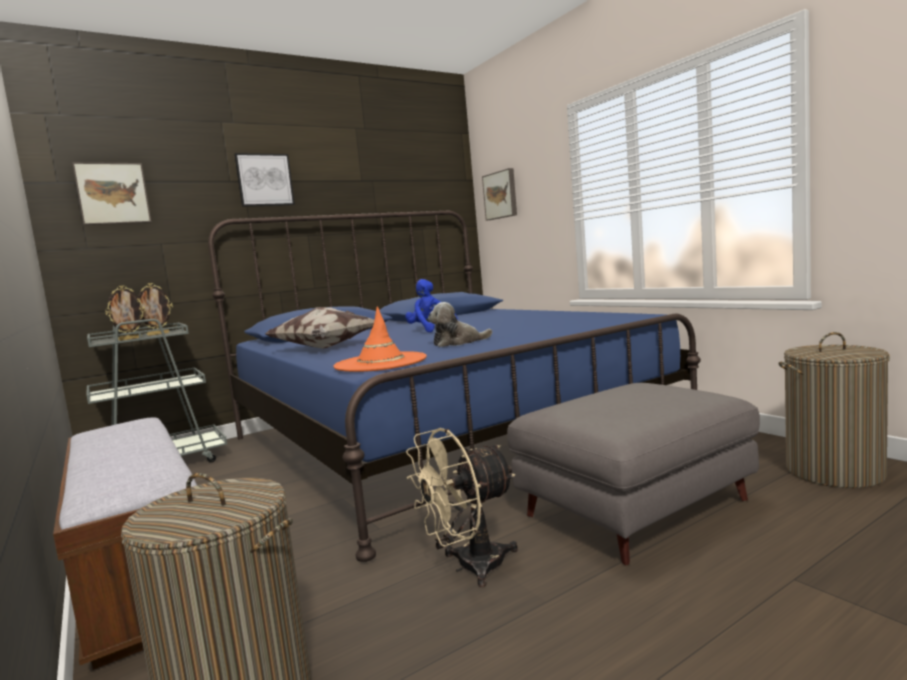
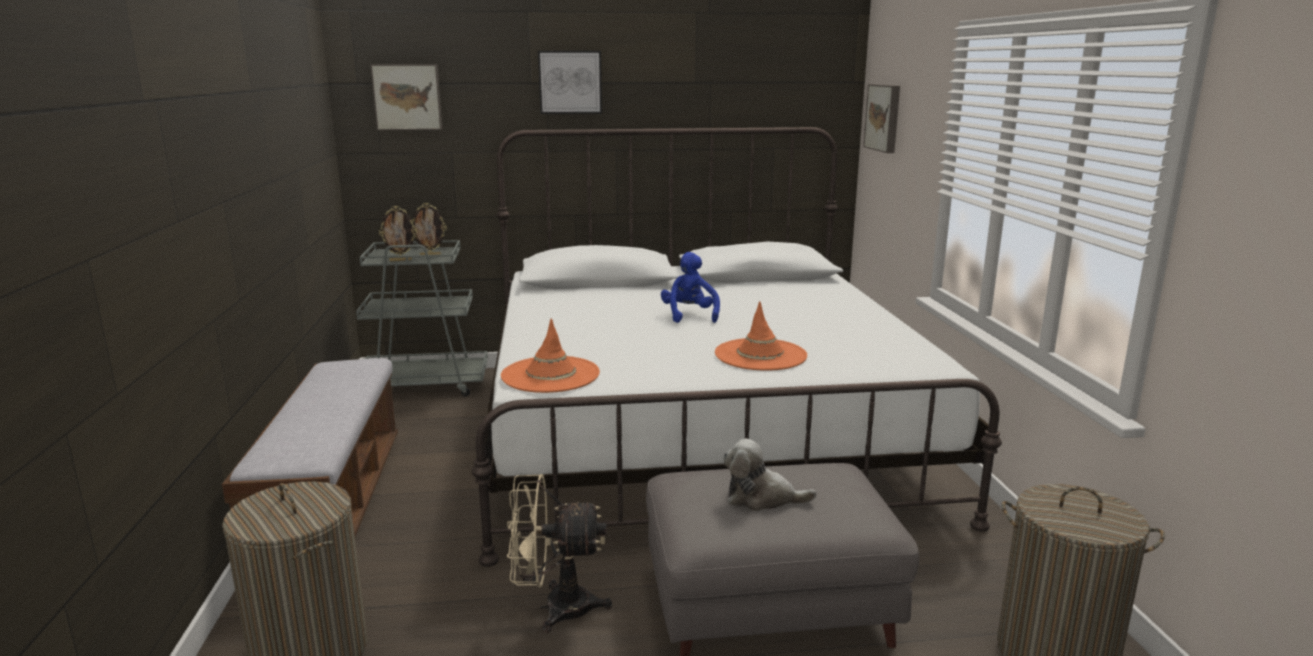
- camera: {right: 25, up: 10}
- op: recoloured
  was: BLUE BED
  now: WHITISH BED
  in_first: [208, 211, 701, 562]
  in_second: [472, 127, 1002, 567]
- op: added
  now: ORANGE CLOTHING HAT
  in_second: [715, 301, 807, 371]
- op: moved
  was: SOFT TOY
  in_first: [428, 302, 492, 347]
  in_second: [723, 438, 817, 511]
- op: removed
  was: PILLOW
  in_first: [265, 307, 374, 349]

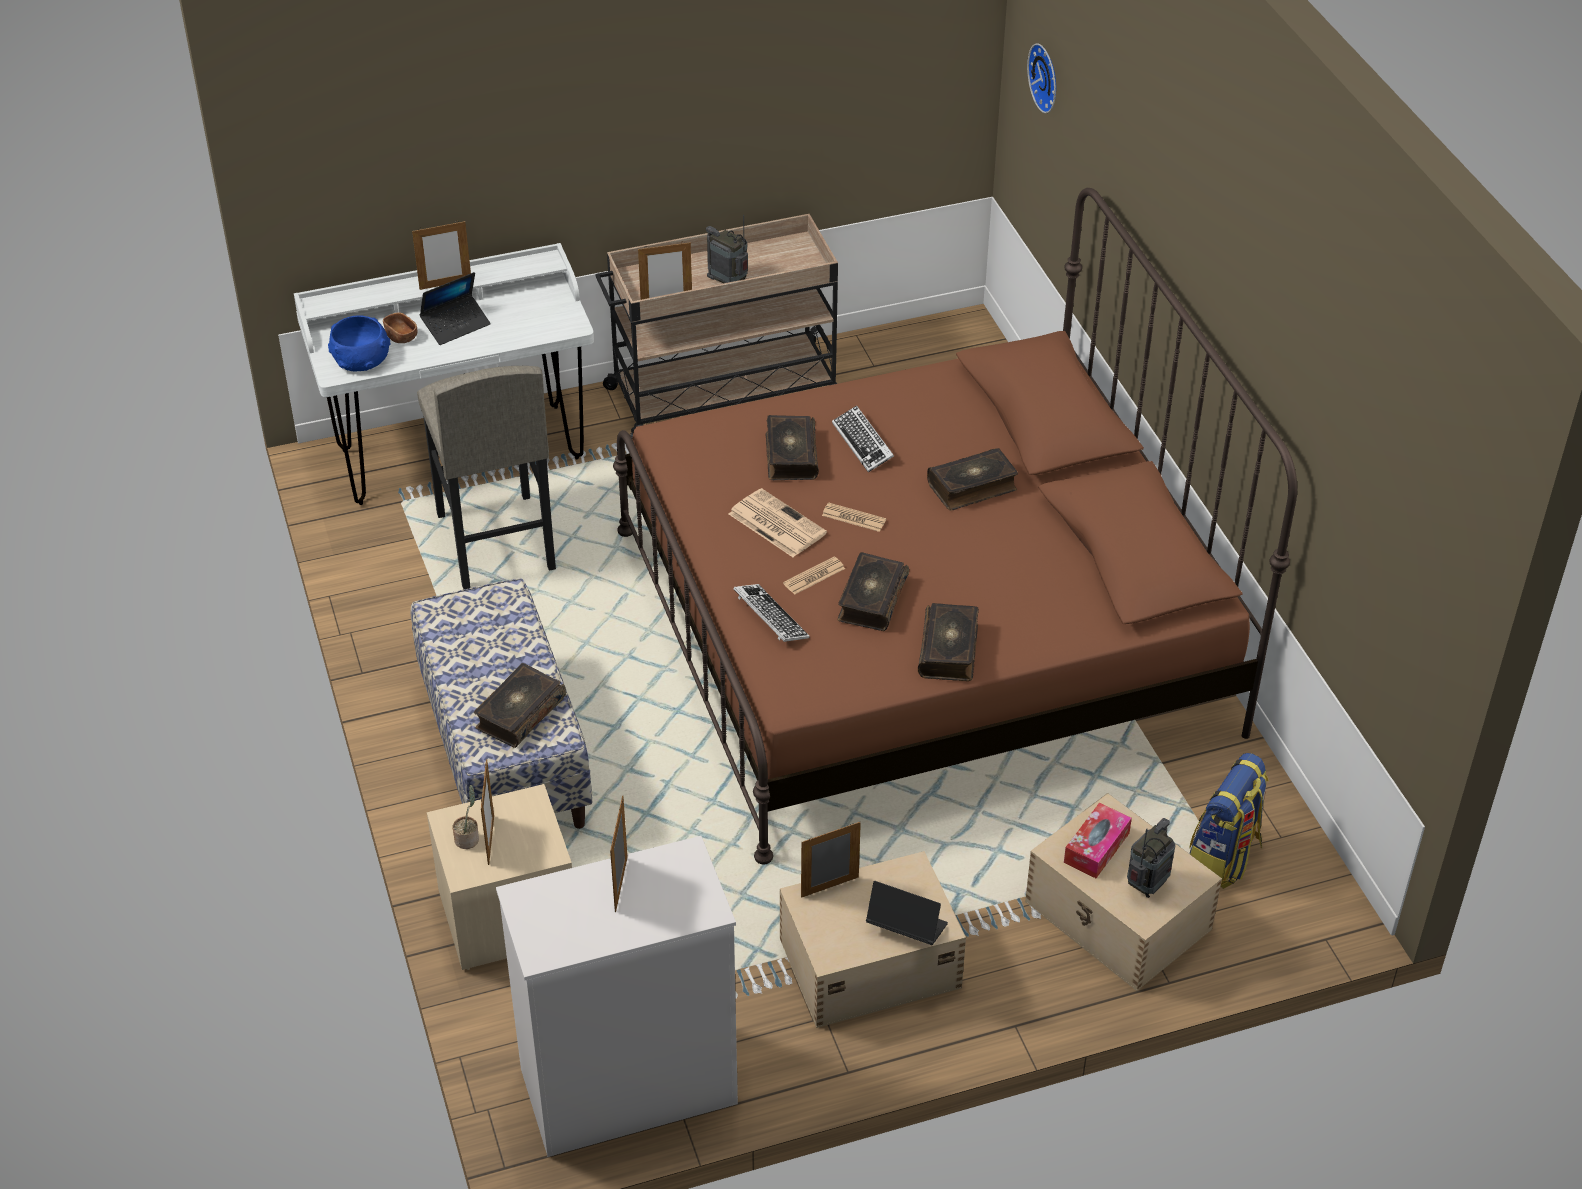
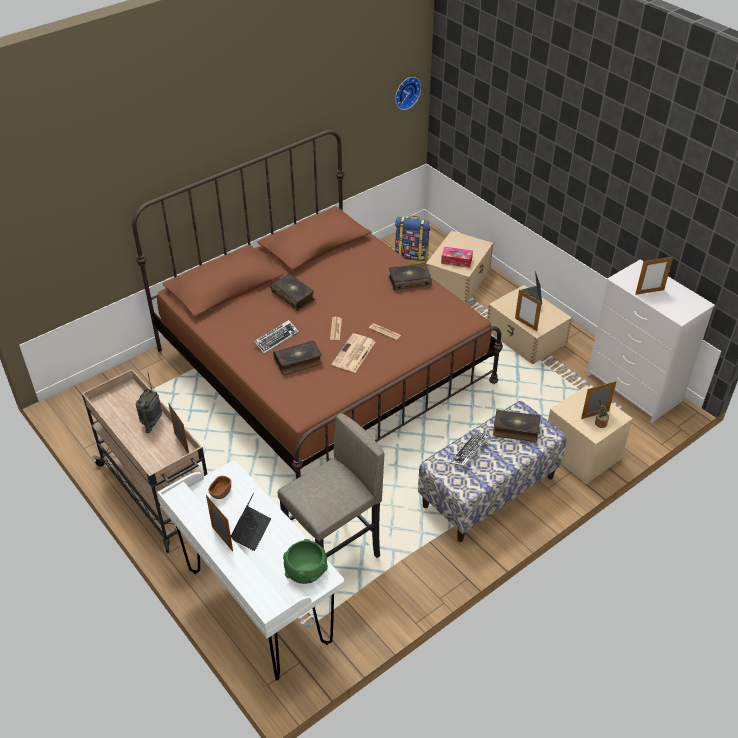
- camera: {right: -110, up: 0}
- op: moved
  was: BROWNISH BOWL
  in_first: [383, 312, 417, 343]
  in_second: [208, 476, 231, 499]
- op: turned
  was: LAPTOP
  in_first: [420, 272, 491, 345]
  in_second: [231, 493, 271, 551]
  clockwise: 75
- op: recoloured
  was: BLUE BOWL
  now: GREEN-COLOURED BOWL
  in_first: [328, 315, 390, 371]
  in_second: [283, 539, 328, 584]
- op: moved
  was: HANGING CLOCK
  in_first: [1027, 43, 1056, 113]
  in_second: [395, 77, 421, 110]
- op: moved
  was: KEYBOARD
  in_first: [733, 584, 810, 642]
  in_second: [449, 432, 490, 467]
- op: removed
  was: BOOK
  in_first: [838, 552, 909, 631]
- op: removed
  was: RADIO
  in_first: [1127, 818, 1176, 898]

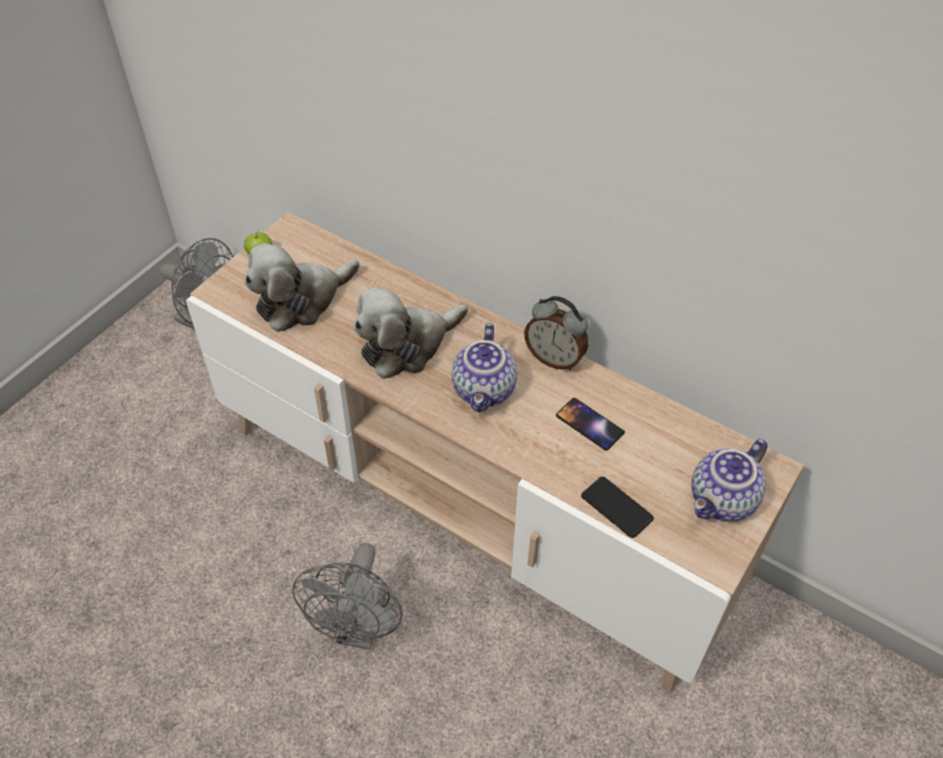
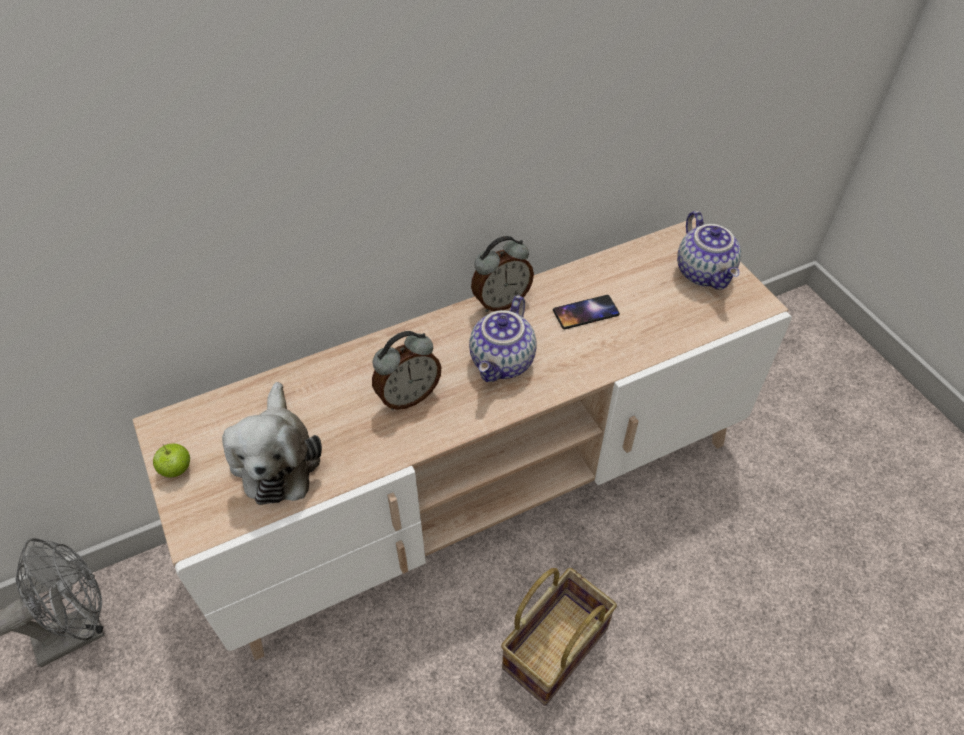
- camera: {right: -60, up: 0}
- op: replaced
  was: SOFT TOY
  now: ALARM CLOCK
  in_first: [353, 287, 468, 379]
  in_second: [372, 331, 441, 410]
- op: turned
  was: TEA POT
  in_first: [452, 323, 517, 412]
  in_second: [469, 295, 536, 382]
  clockwise: 75
- op: replaced
  was: GRAY ELECTRIC FAN
  now: BASKET
  in_first: [292, 543, 403, 650]
  in_second: [501, 568, 617, 706]
- op: removed
  was: HANDSET
  in_first: [581, 477, 654, 538]

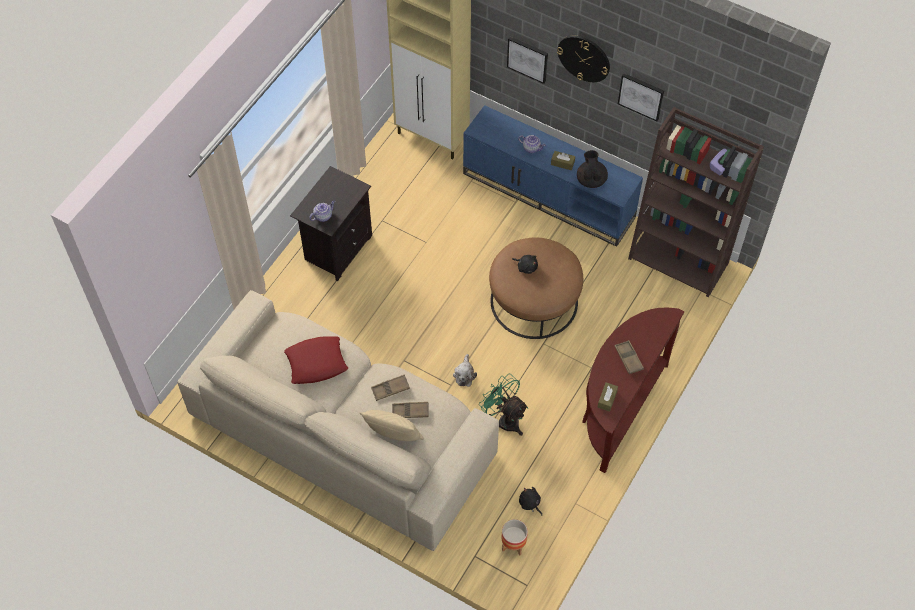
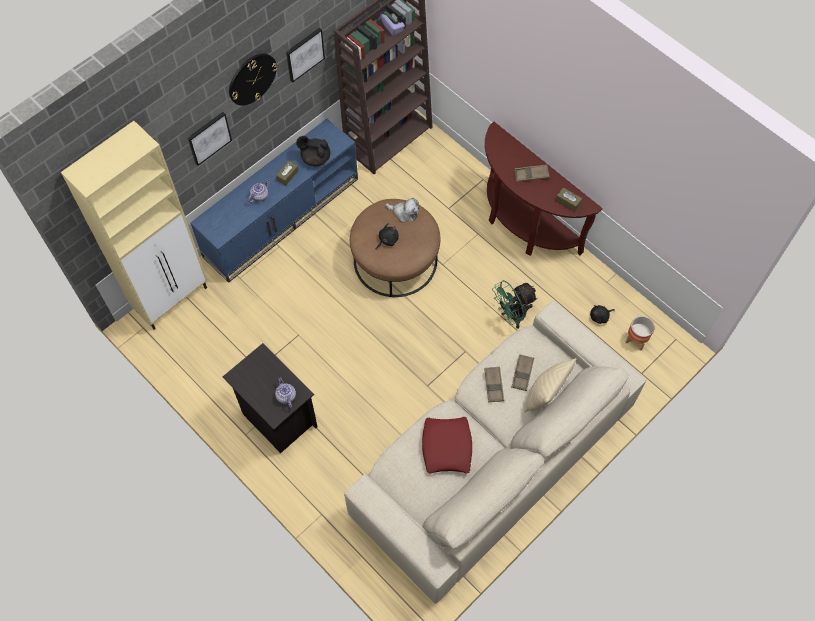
- camera: {right: -75, up: 5}
- op: moved
  was: SOFT TOY
  in_first: [453, 354, 477, 387]
  in_second: [386, 198, 419, 223]

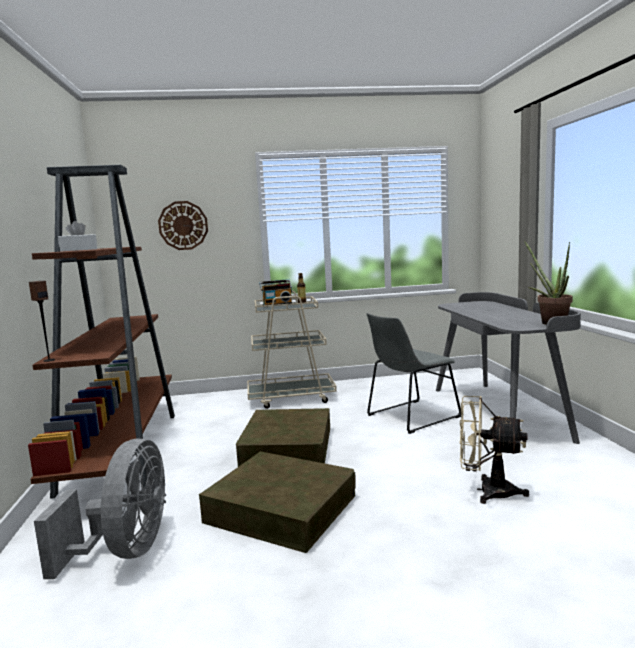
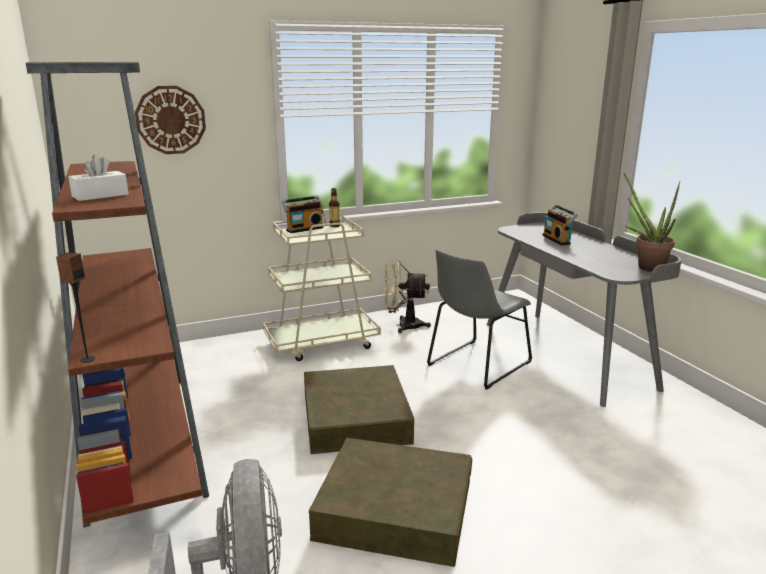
- camera: {right: -15, up: 10}
- op: moved
  was: BEIGE-COLOURED ELECTRIC FAN
  in_first: [459, 396, 529, 504]
  in_second: [384, 259, 431, 333]
- op: added
  now: RADIO
  in_second: [543, 205, 578, 245]

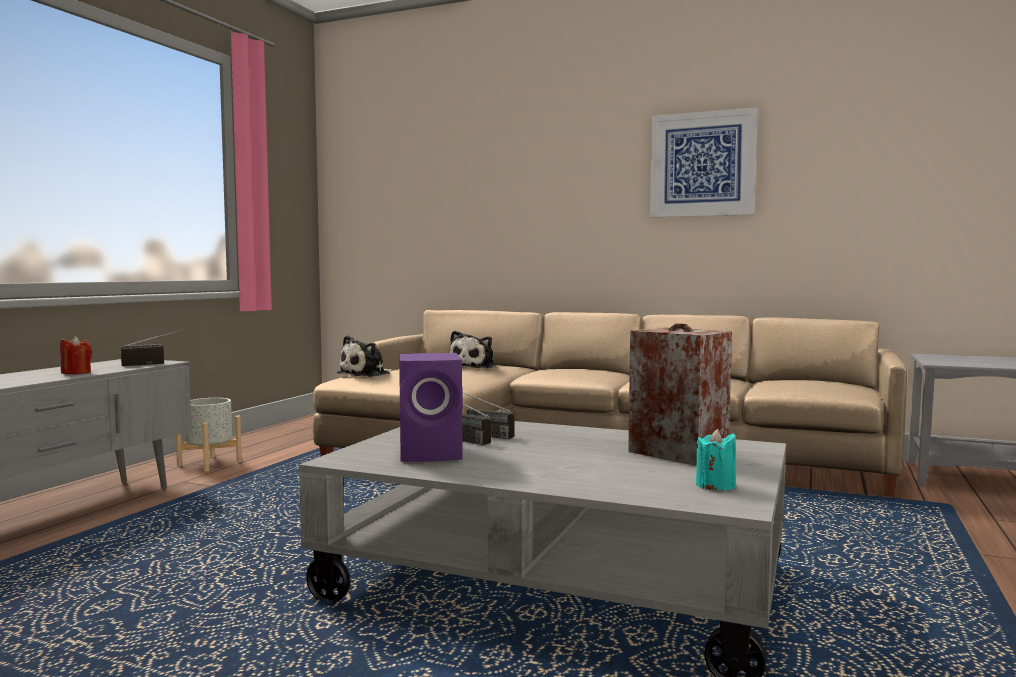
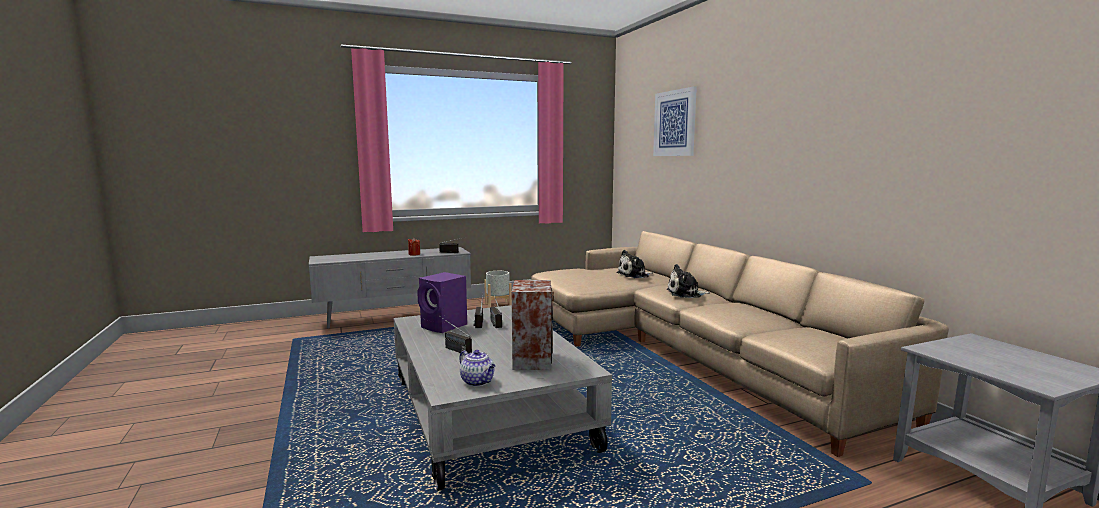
- camera: {right: 45, up: 5}
- op: added
  now: RADIO
  in_second: [441, 317, 472, 354]
- op: replaced
  was: BLUE-GREEN WAX LIGHT
  now: TEA POT
  in_first: [696, 429, 736, 490]
  in_second: [459, 350, 496, 386]
- op: moved
  was: WALL PICTURE
  in_first: [650, 107, 758, 217]
  in_second: [653, 86, 697, 156]
- op: moved
  was: SOFT TOY
  in_first: [337, 335, 393, 377]
  in_second: [666, 264, 710, 298]

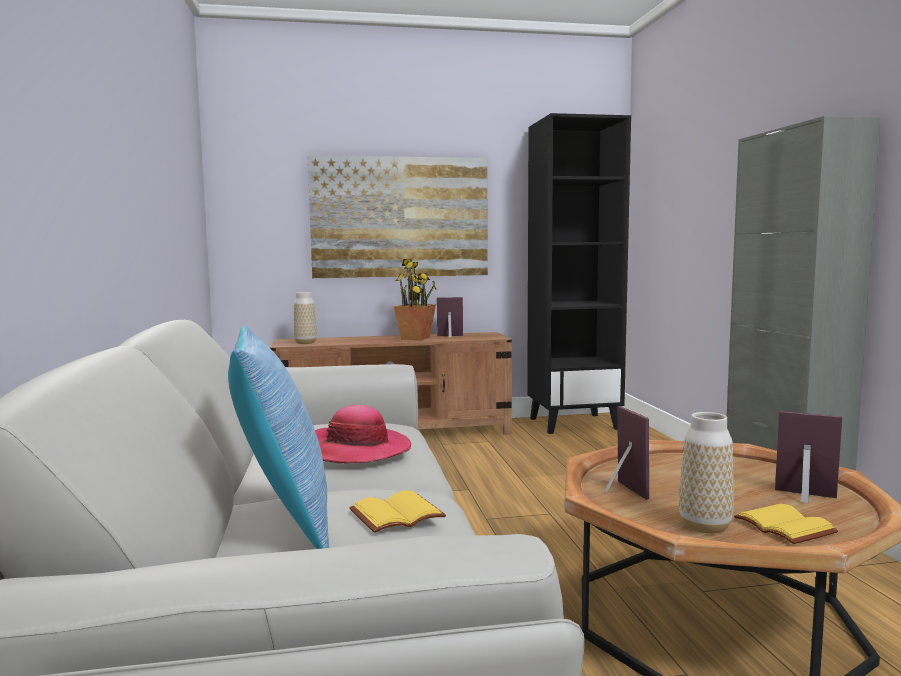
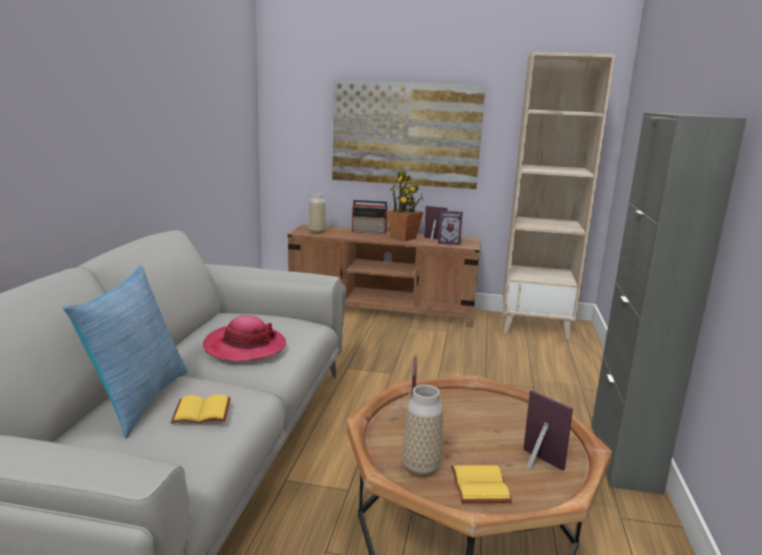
- camera: {right: 20, up: 10}
- op: added
  now: RADIO
  in_second: [352, 200, 387, 234]
- op: added
  now: PICTURE FRAME
  in_second: [438, 210, 463, 245]
- op: recoloured
  was: BLACK BOOKSHELF
  now: BEIGE-COLOURED BOOKSHELF
  in_first: [527, 113, 631, 434]
  in_second: [502, 52, 615, 340]

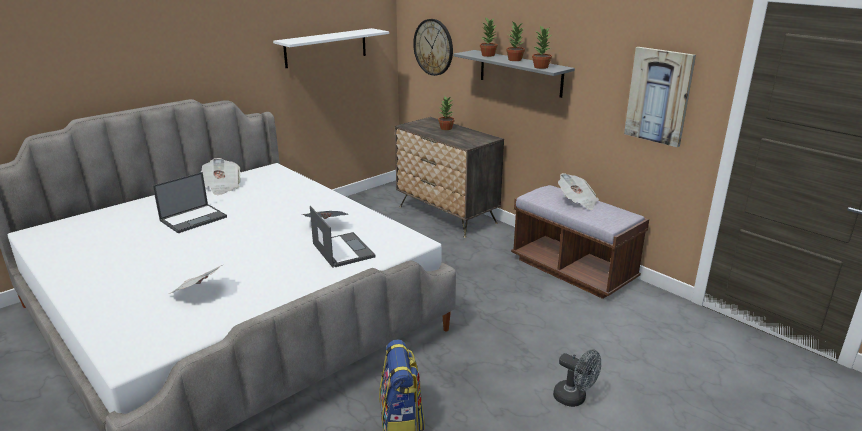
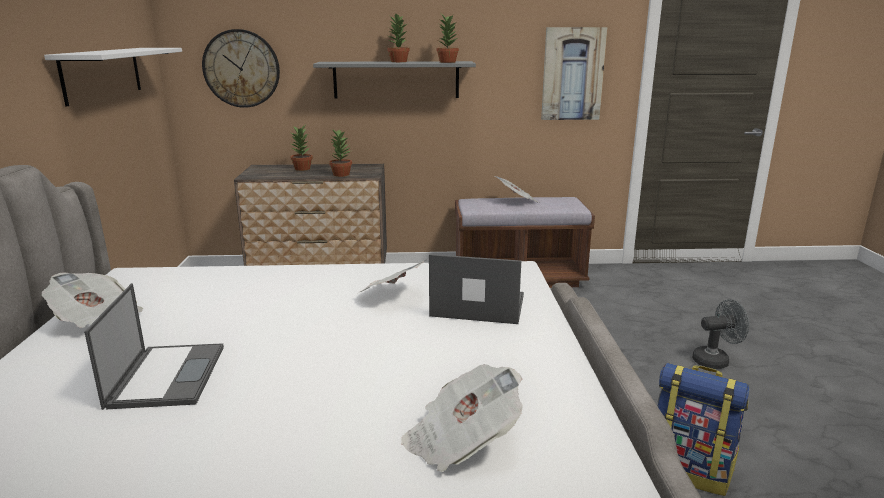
- camera: {right: -50, up: -5}
- op: moved
  was: HOUSEPLANT
  in_first: [480, 17, 498, 57]
  in_second: [329, 128, 352, 177]

